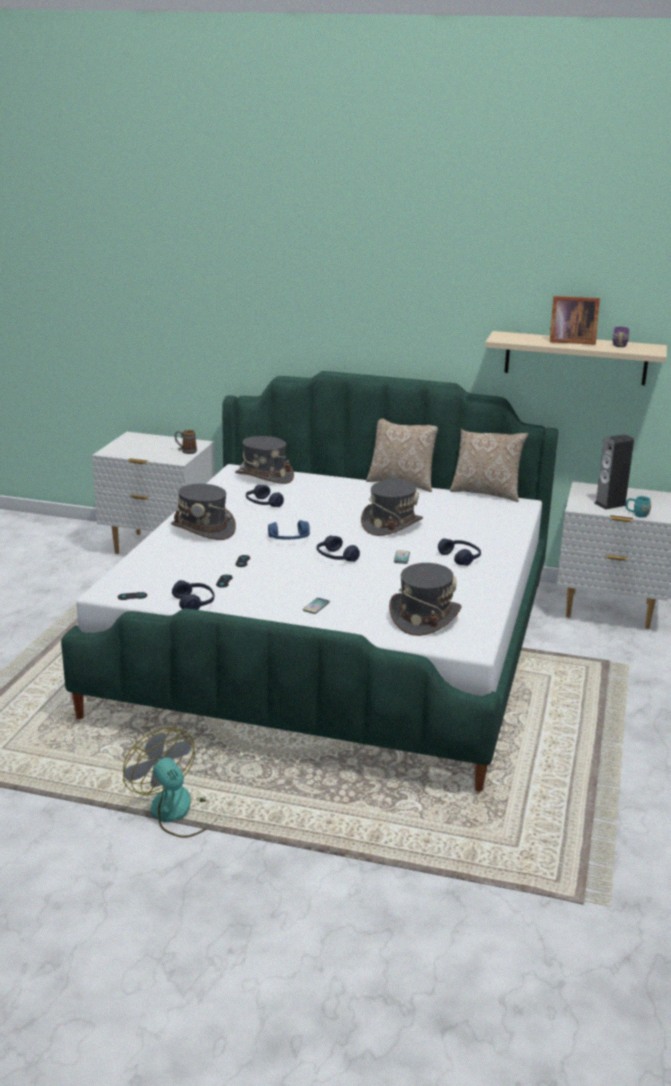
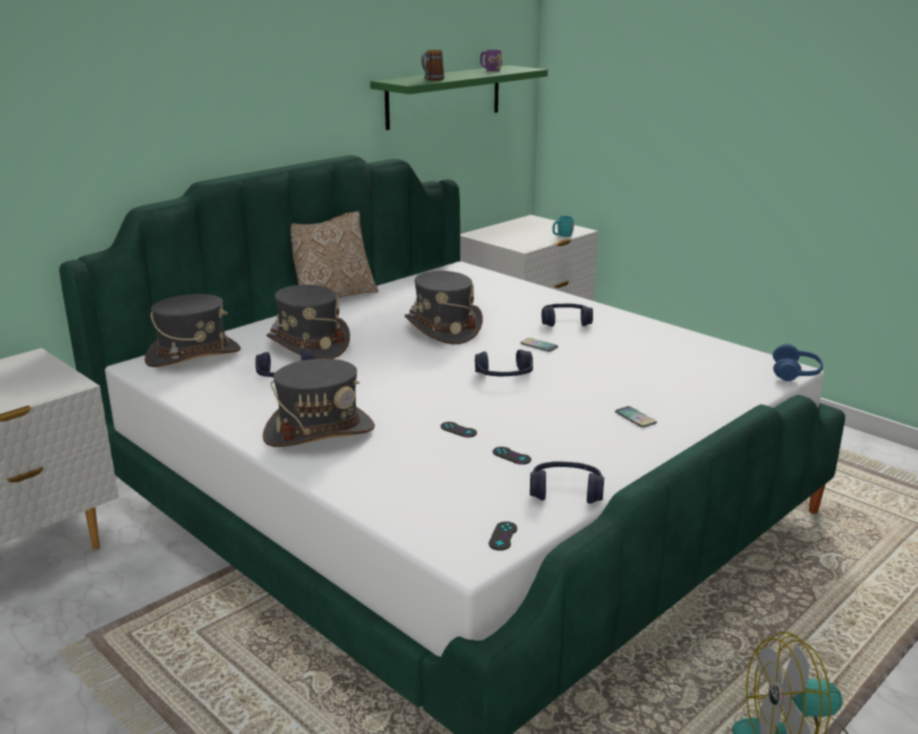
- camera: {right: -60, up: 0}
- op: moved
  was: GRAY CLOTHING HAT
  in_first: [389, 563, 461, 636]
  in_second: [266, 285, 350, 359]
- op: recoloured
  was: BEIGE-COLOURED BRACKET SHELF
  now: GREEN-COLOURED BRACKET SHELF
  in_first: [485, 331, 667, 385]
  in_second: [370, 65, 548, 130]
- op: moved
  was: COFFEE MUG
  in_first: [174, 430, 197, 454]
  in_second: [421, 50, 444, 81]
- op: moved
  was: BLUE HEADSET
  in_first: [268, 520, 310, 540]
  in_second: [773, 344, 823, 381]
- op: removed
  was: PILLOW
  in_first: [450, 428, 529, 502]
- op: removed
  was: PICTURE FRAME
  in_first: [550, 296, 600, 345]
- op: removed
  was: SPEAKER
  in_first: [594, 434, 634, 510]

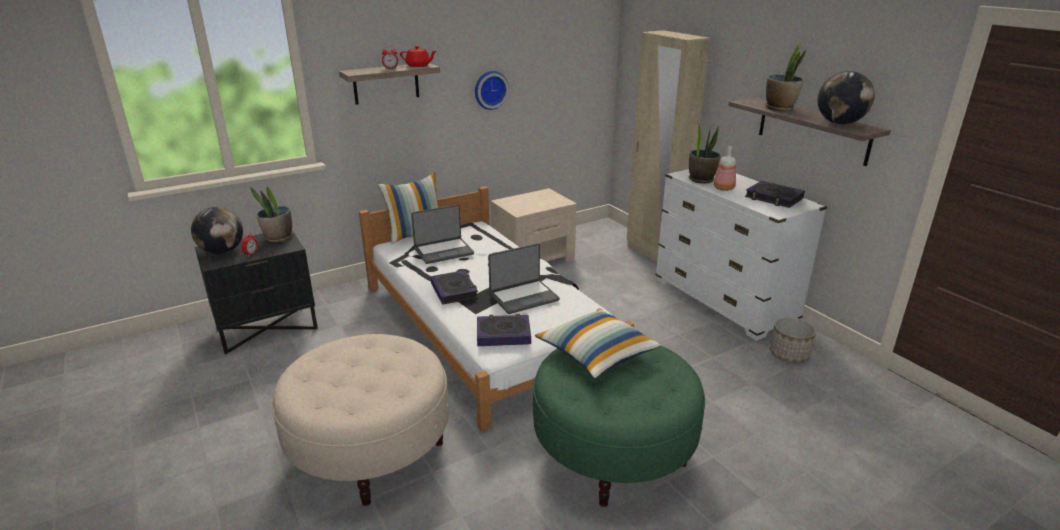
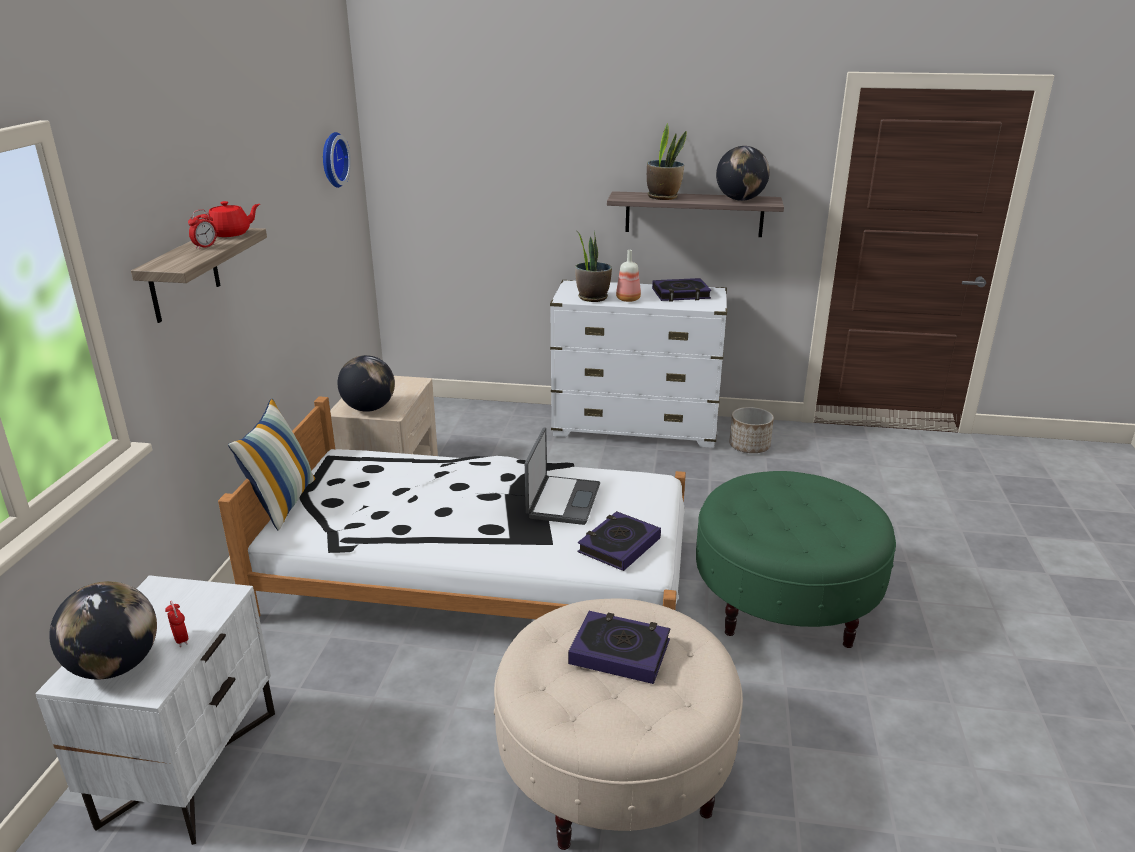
- camera: {right: -50, up: 0}
- op: recoloured
  was: BLACK BEDSIDE TABLE
  now: WHITISH BEDSIDE TABLE
  in_first: [195, 231, 318, 354]
  in_second: [35, 575, 275, 845]
- op: moved
  was: HANGING CLOCK
  in_first: [475, 71, 509, 110]
  in_second: [323, 132, 351, 188]
- op: added
  now: GLOBE
  in_second: [337, 355, 395, 412]
- op: moved
  was: BOOK
  in_first: [431, 270, 478, 305]
  in_second: [568, 611, 671, 684]
- op: removed
  was: HOUSEPLANT
  in_first: [250, 187, 293, 242]
- op: removed
  was: LAPTOP
  in_first: [411, 204, 474, 264]
- op: removed
  was: PILLOW
  in_first: [535, 308, 661, 379]
- op: removed
  was: BEIGE-COLOURED WARDROBE
  in_first: [627, 30, 711, 262]

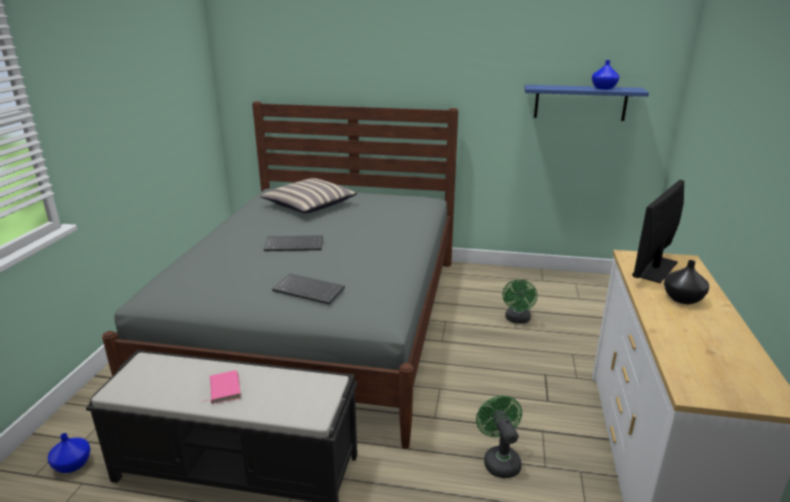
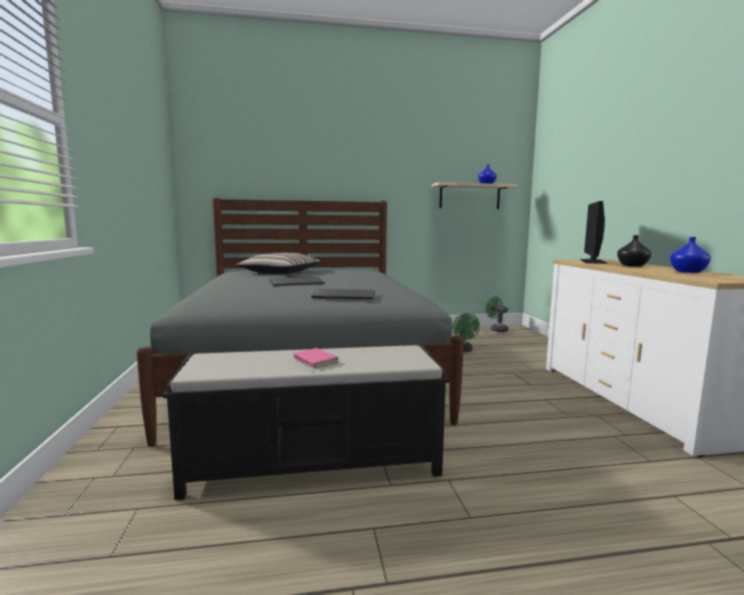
- camera: {right: -20, up: -15}
- op: recoloured
  was: BLUE BRACKET SHELF
  now: BEIGE-COLOURED BRACKET SHELF
  in_first: [524, 85, 649, 121]
  in_second: [432, 182, 518, 209]
- op: moved
  was: GREEN-COLOURED ELECTRIC FAN
  in_first: [476, 396, 522, 478]
  in_second: [485, 297, 509, 332]
- op: moved
  was: BLUE VASE
  in_first: [48, 433, 91, 473]
  in_second: [670, 237, 711, 273]

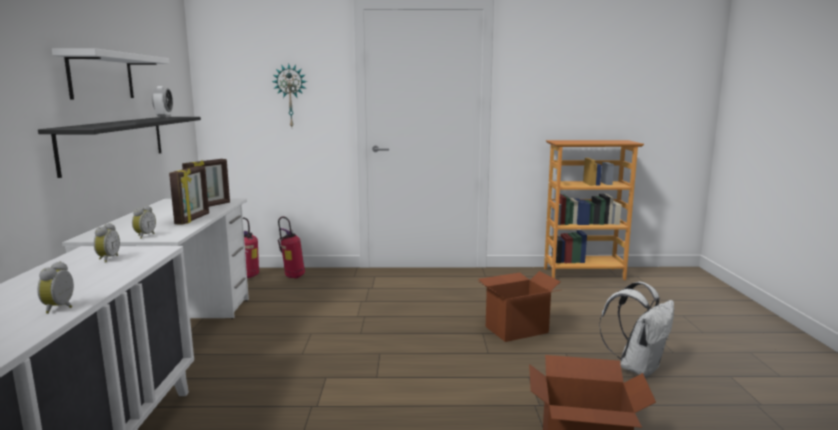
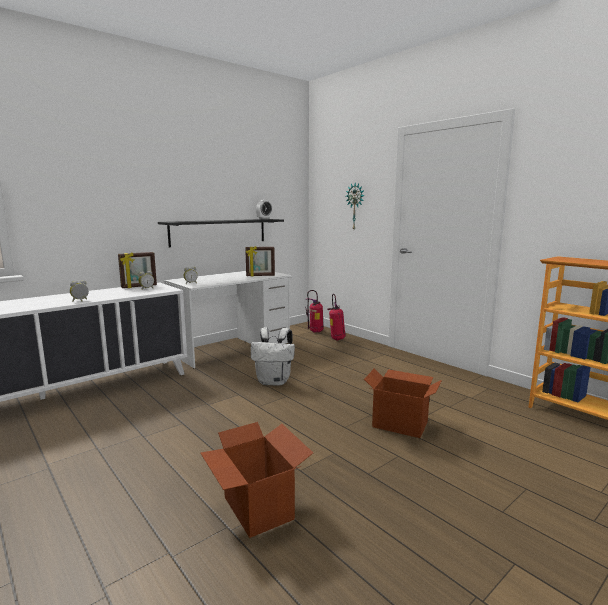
- camera: {right: 50, up: 0}
- op: moved
  was: PICTURE FRAME
  in_first: [169, 166, 209, 225]
  in_second: [118, 252, 157, 288]
- op: moved
  was: WHITISH BACKPACK
  in_first: [599, 282, 674, 378]
  in_second: [251, 327, 295, 385]
- op: removed
  was: WHITISH BRACKET SHELF
  in_first: [52, 48, 170, 100]

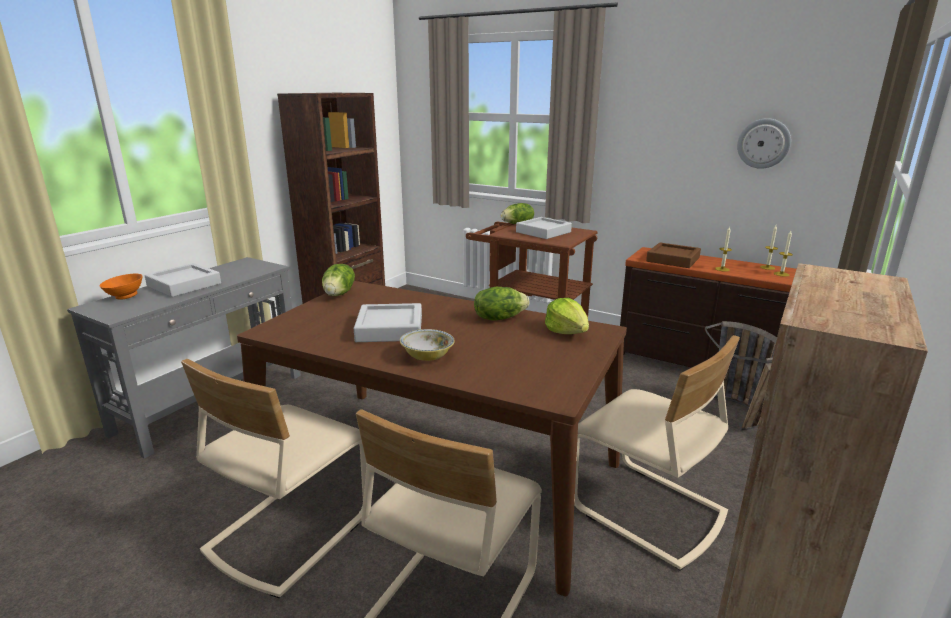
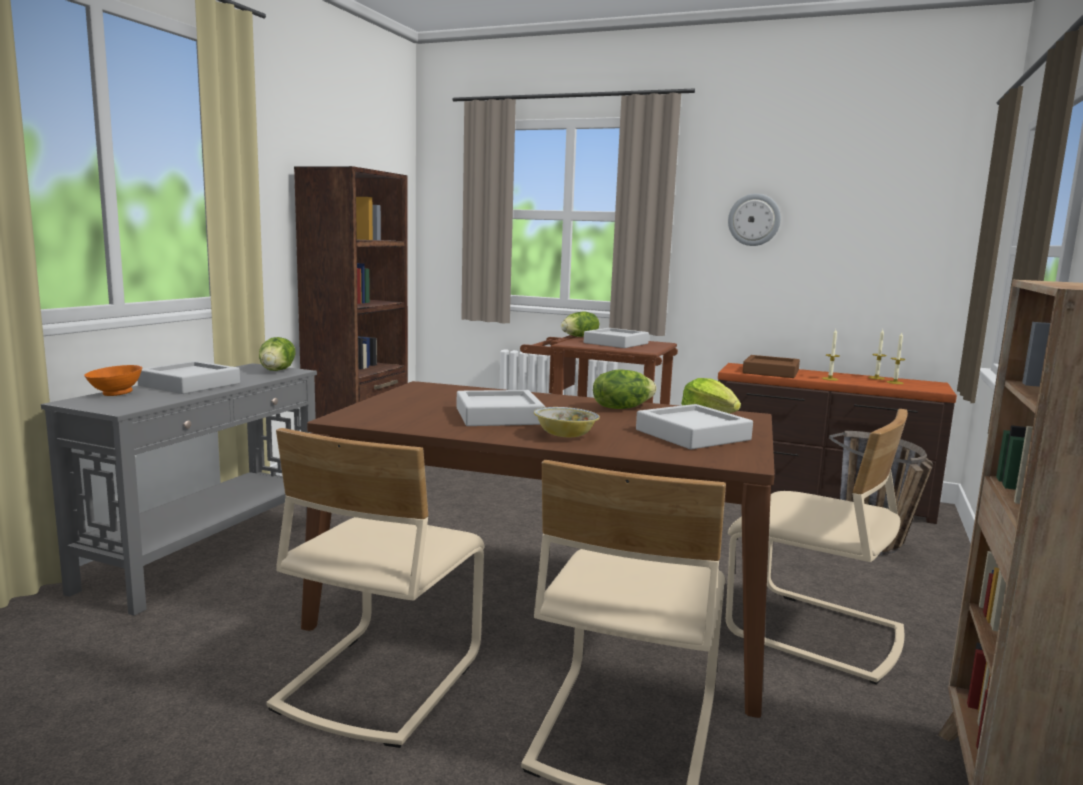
- camera: {right: -10, up: -10}
- op: moved
  was: LETTUCE
  in_first: [322, 264, 355, 296]
  in_second: [259, 337, 296, 371]
- op: added
  now: GRAY TRAY
  in_second: [636, 404, 753, 450]
- op: moved
  was: HANGING CLOCK
  in_first: [737, 118, 791, 169]
  in_second: [728, 194, 781, 246]

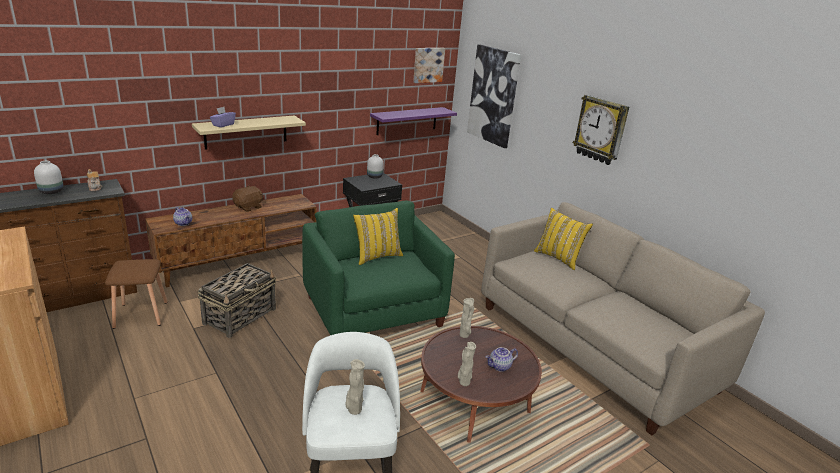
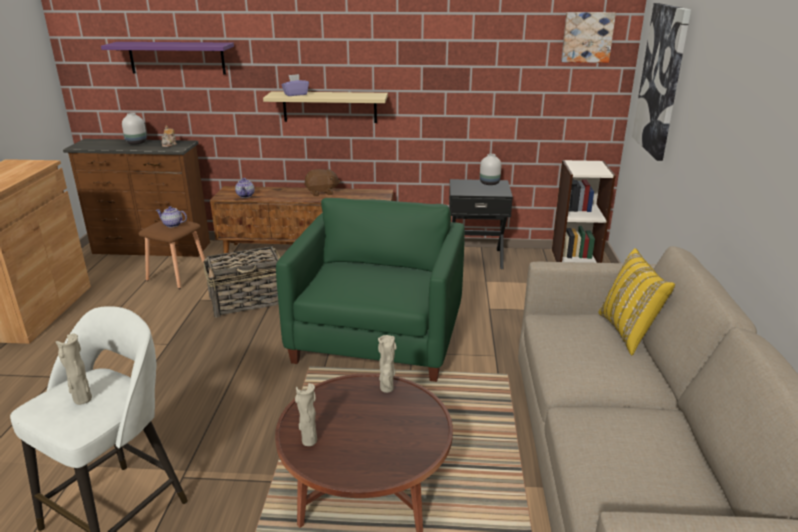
- camera: {right: 40, up: 0}
- op: moved
  was: PURPLE BRACKET SHELF
  in_first: [370, 107, 457, 135]
  in_second: [101, 42, 234, 75]
- op: moved
  was: TEA POT
  in_first: [486, 347, 518, 372]
  in_second: [156, 206, 187, 227]
- op: added
  now: BOOKSHELF
  in_second: [552, 160, 616, 263]
- op: removed
  was: YELLOWISH PILLOW
  in_first: [353, 208, 403, 265]
- op: removed
  was: HANGING CLOCK
  in_first: [573, 95, 629, 165]

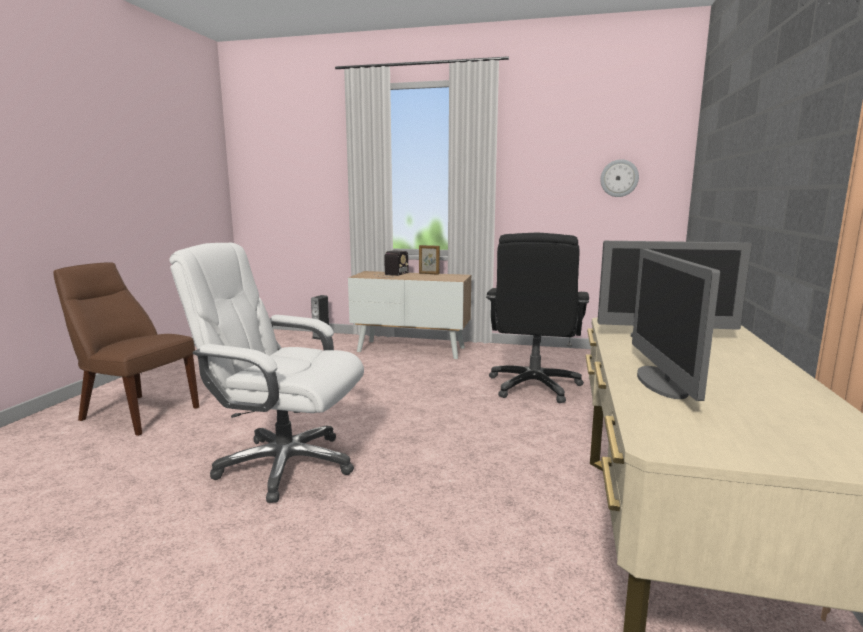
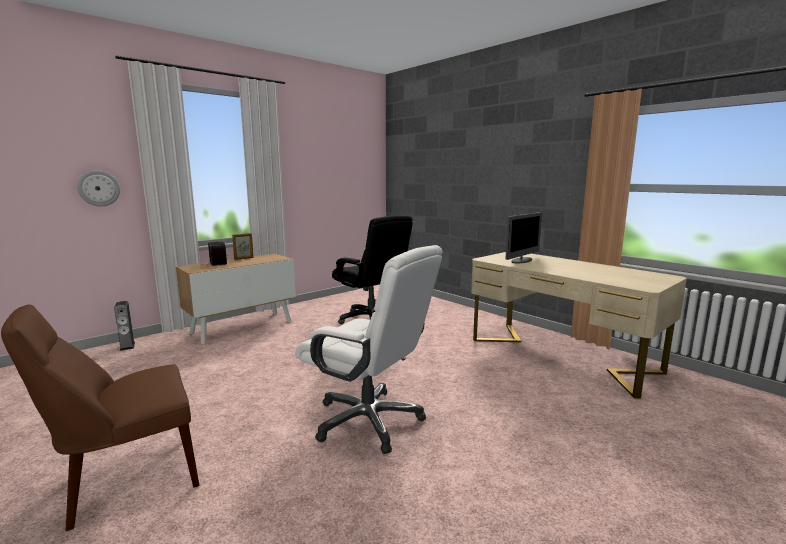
- camera: {right: -55, up: 0}
- op: moved
  was: HANGING CLOCK
  in_first: [600, 159, 639, 197]
  in_second: [77, 170, 120, 207]
- op: turned
  was: WHITISH OFFICE CHAIR
  in_first: [169, 243, 364, 503]
  in_second: [295, 245, 443, 454]
  clockwise: -105
- op: removed
  was: COMPUTER DISPLAY
  in_first: [632, 249, 720, 401]

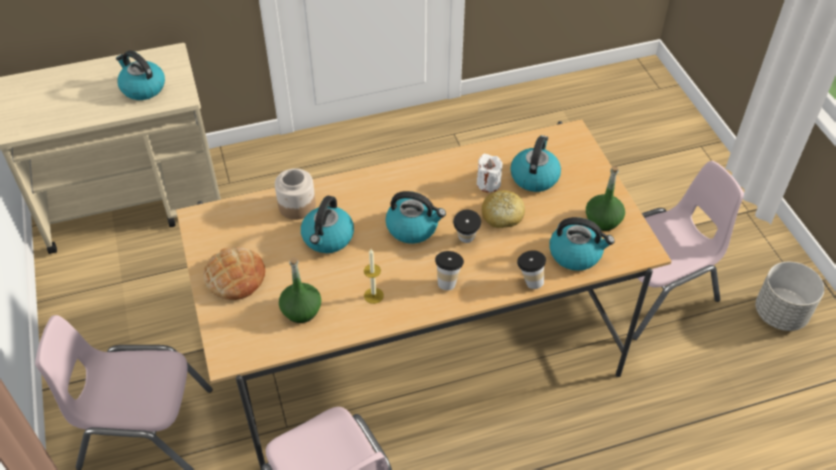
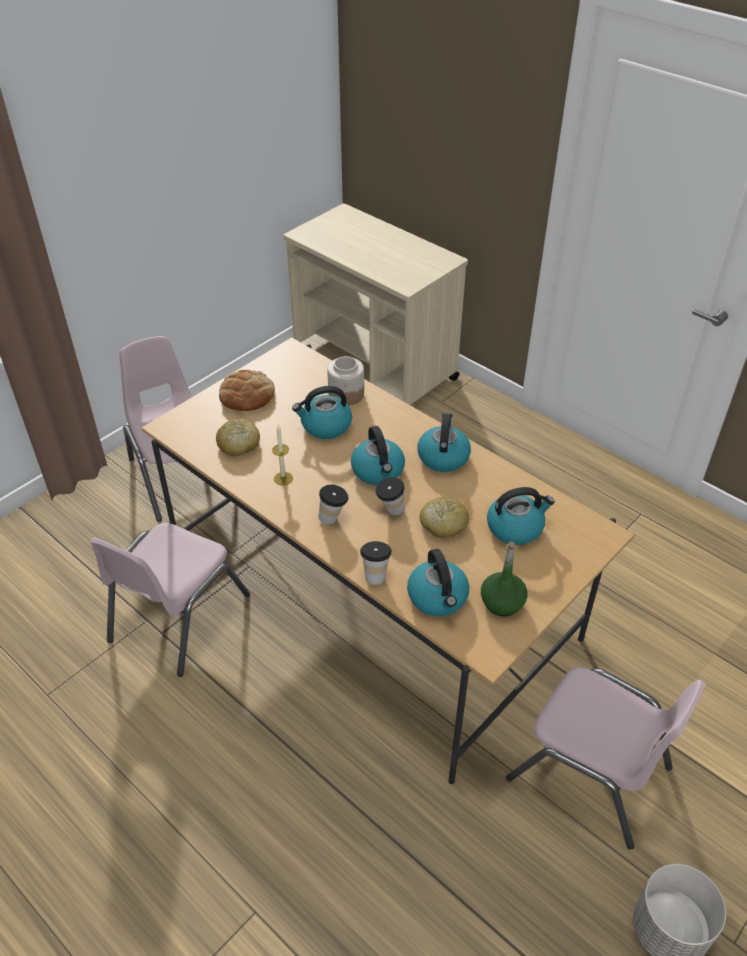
- camera: {right: 60, up: -5}
- op: replaced
  was: GREEN-COLOURED DRINK BOTTLE
  now: BAKERY BREAD
  in_first: [279, 257, 321, 323]
  in_second: [216, 419, 260, 456]
- op: moved
  was: KETTLE
  in_first: [116, 50, 165, 100]
  in_second: [417, 413, 471, 472]
- op: removed
  was: WHITISH WAX LIGHT
  in_first: [477, 154, 503, 192]

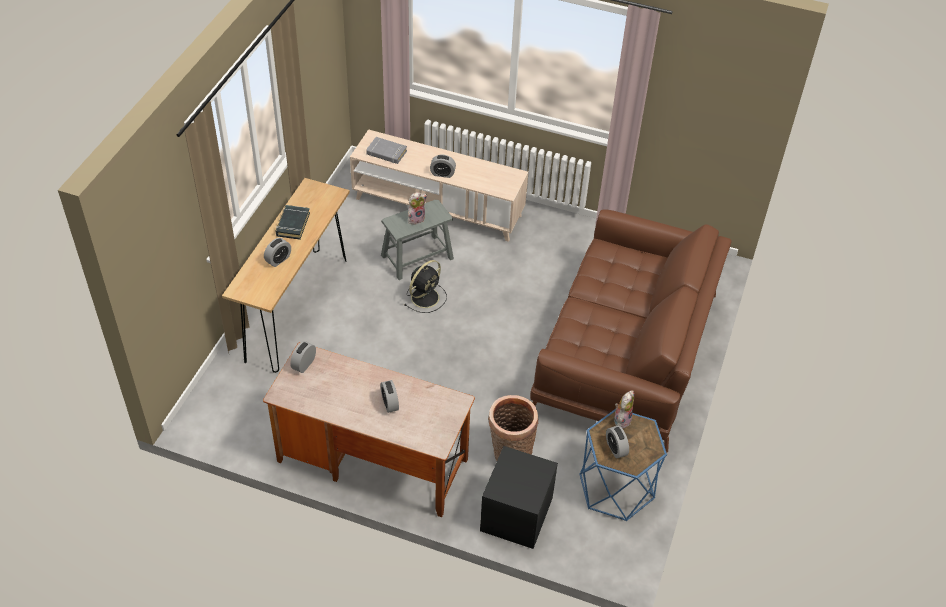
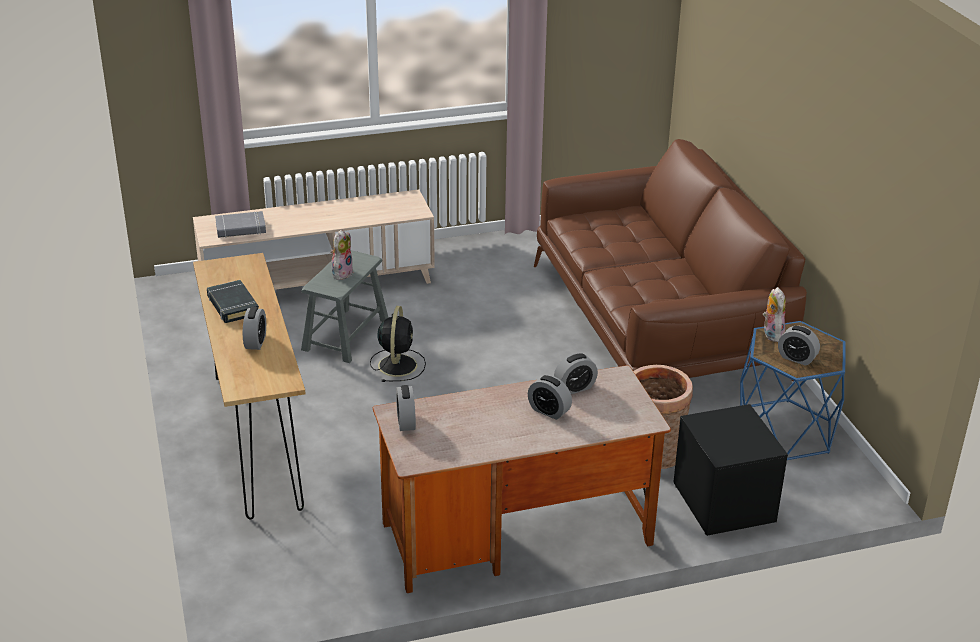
- camera: {right: -35, up: -15}
- op: moved
  was: ALARM CLOCK
  in_first: [430, 155, 456, 178]
  in_second: [554, 353, 598, 394]

